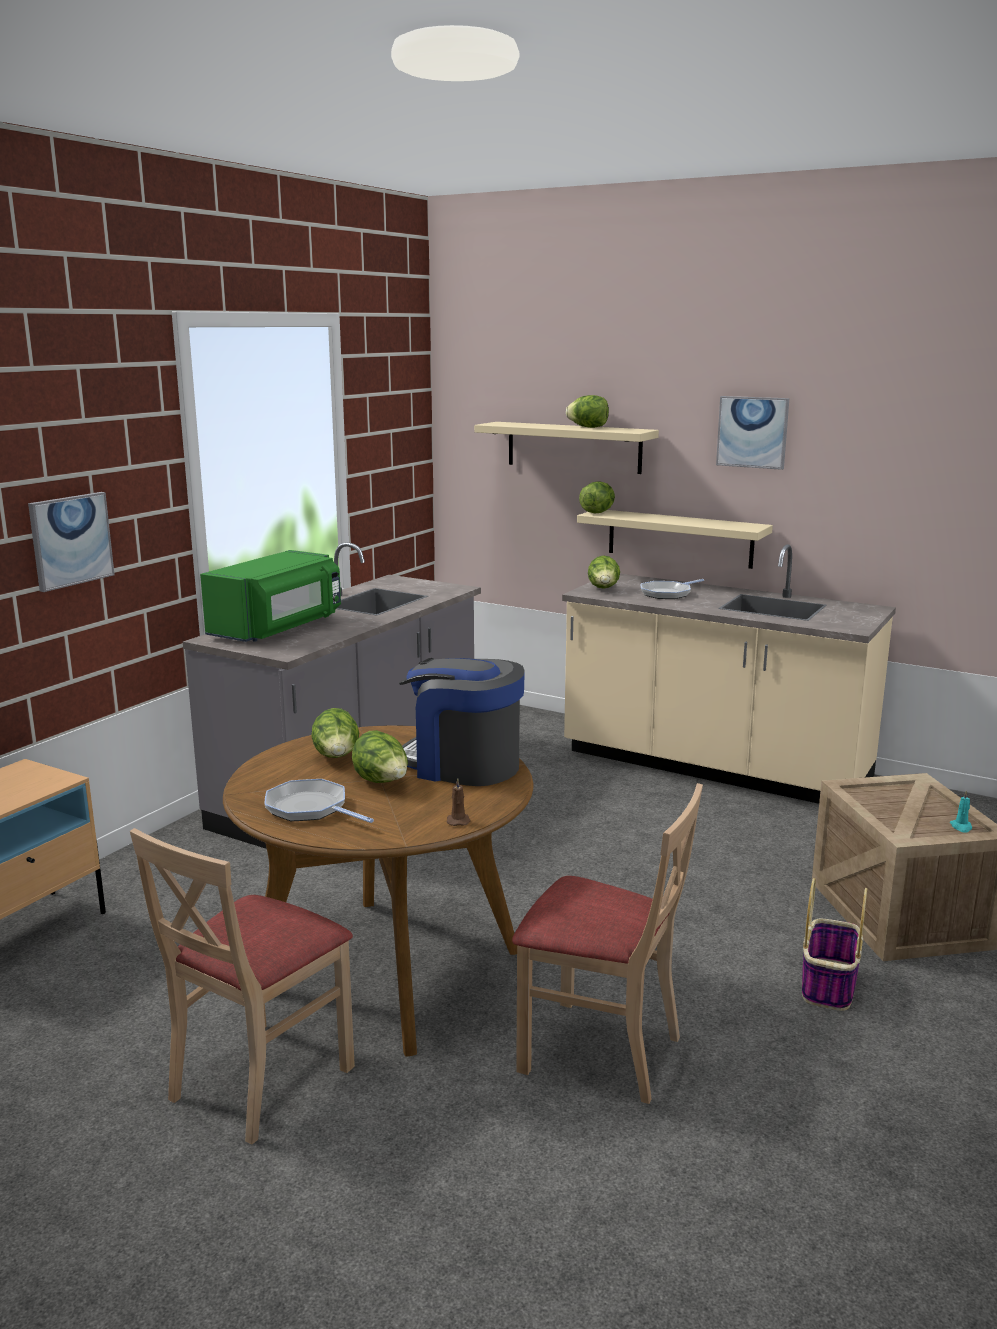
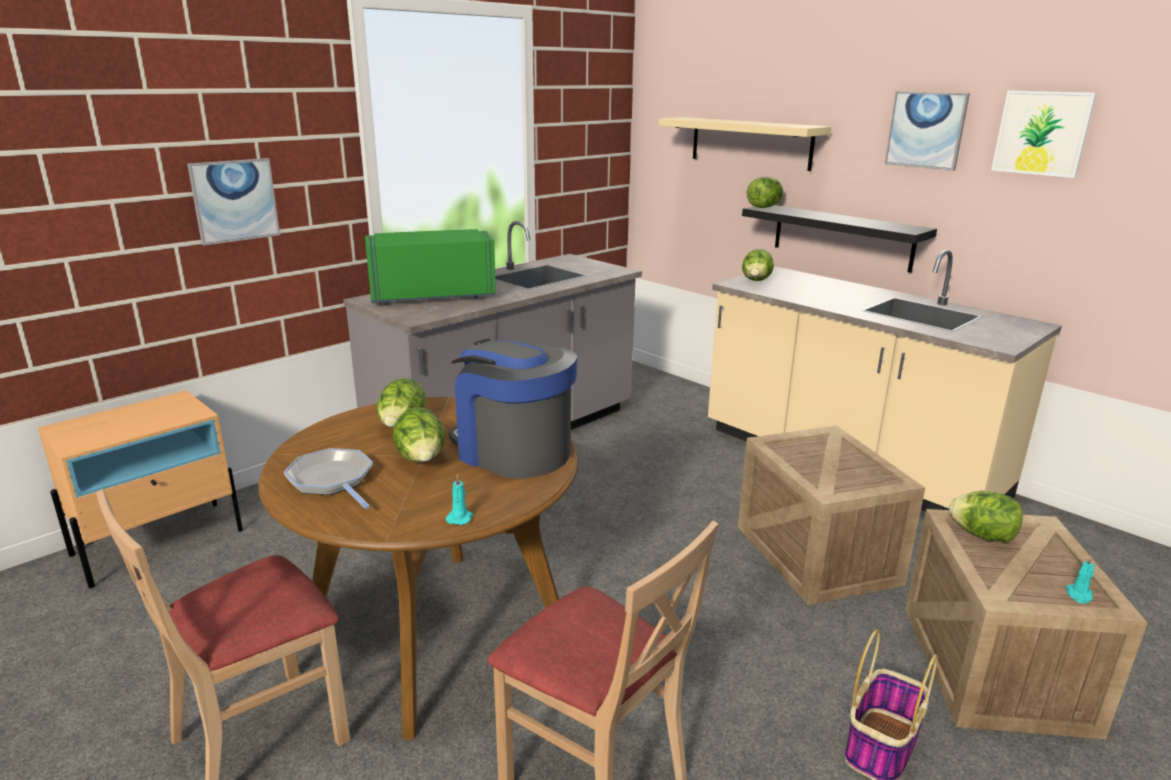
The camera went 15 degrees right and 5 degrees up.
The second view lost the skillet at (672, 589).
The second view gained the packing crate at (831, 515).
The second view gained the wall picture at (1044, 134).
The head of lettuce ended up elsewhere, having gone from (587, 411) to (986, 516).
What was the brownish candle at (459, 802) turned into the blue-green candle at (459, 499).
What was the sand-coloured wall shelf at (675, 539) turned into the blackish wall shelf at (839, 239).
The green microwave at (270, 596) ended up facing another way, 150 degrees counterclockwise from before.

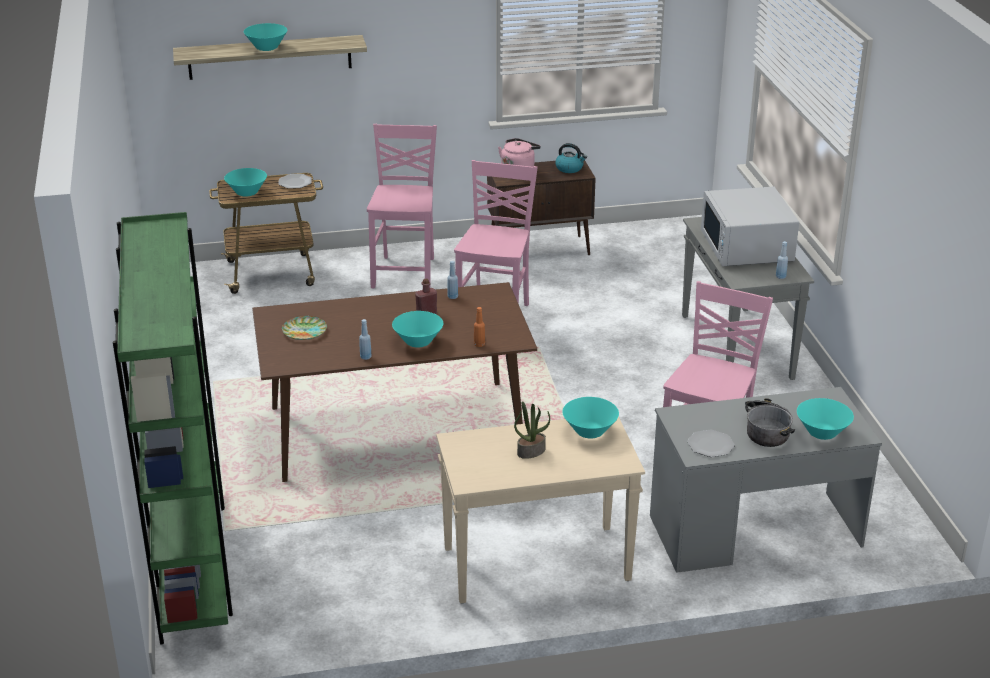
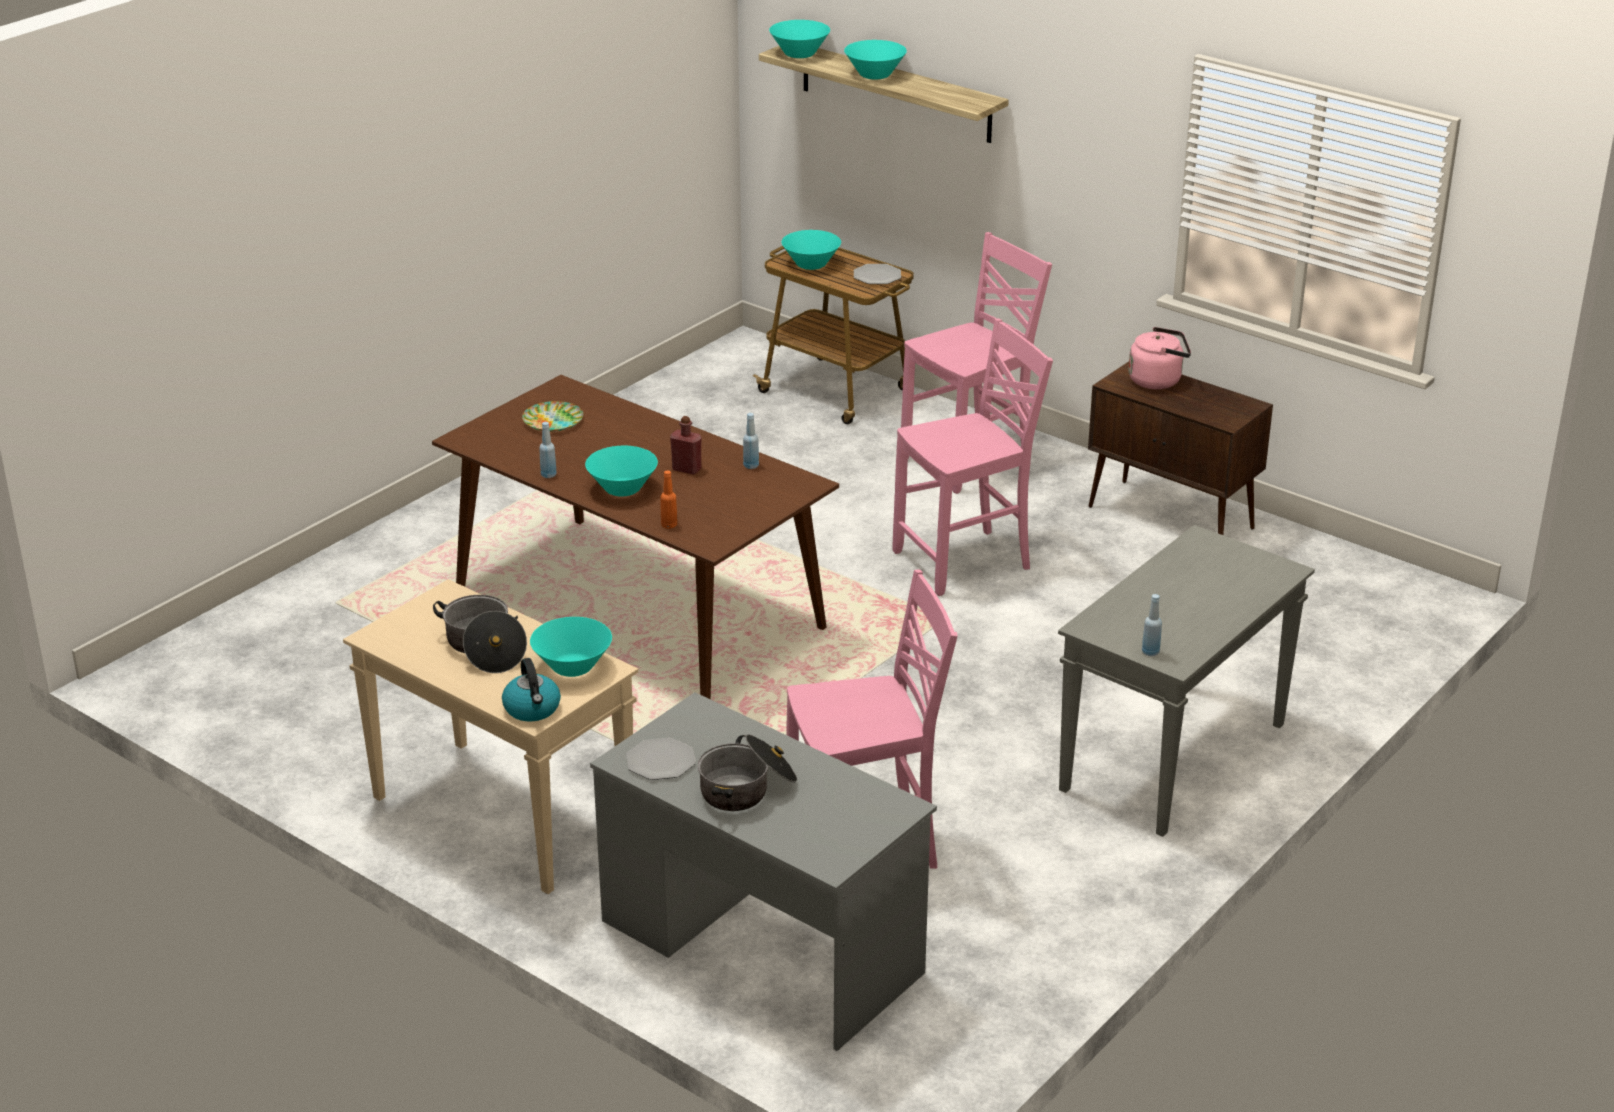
The camera went 50 degrees right and 0 degrees up.
The second view lost the green shelving unit at (173, 428).
The second view lost the white microwave at (750, 226).
The kettle ended up elsewhere, having gone from (571, 158) to (531, 690).
The blue-green bowl ended up elsewhere, having gone from (825, 419) to (799, 39).
Where the houseplant stood at (532, 430), the saucepot came to stand at (480, 634).

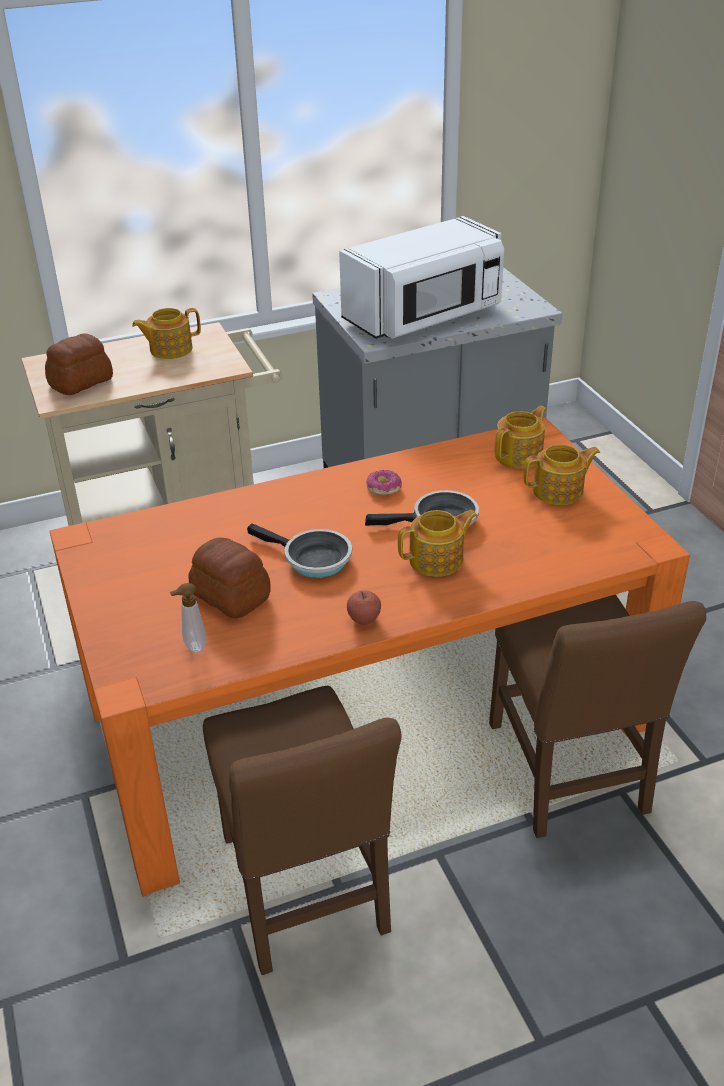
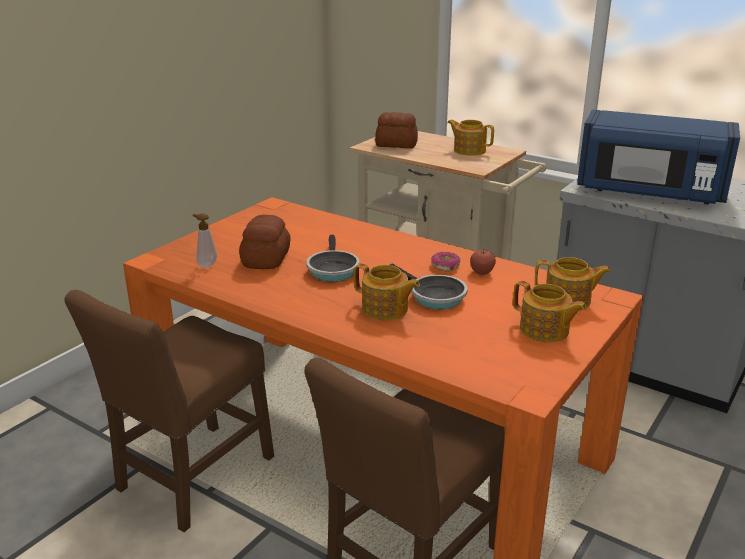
The camera went 55 degrees right and 10 degrees down.
The apple fruit ended up elsewhere, having gone from (364, 607) to (483, 262).
What was the white microwave at (421, 277) turned into the blue microwave at (658, 157).

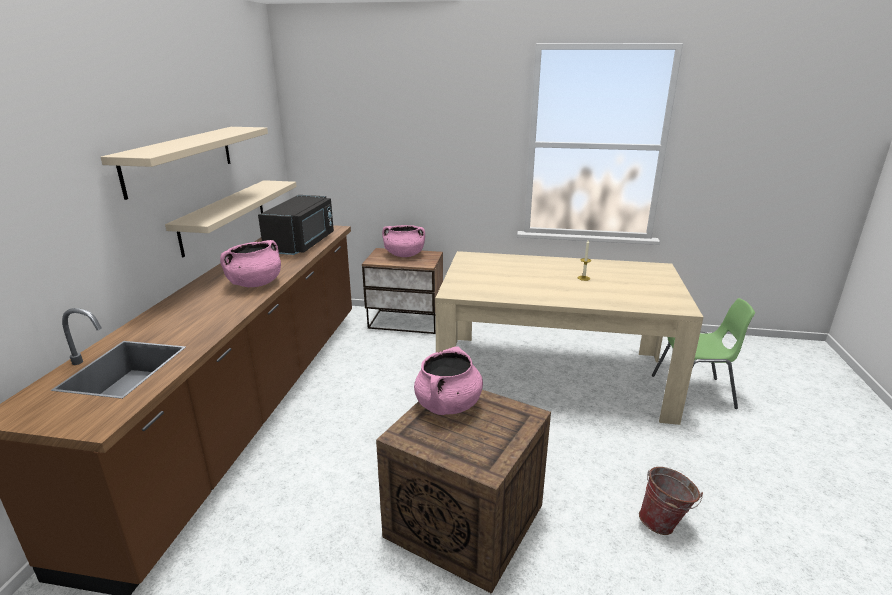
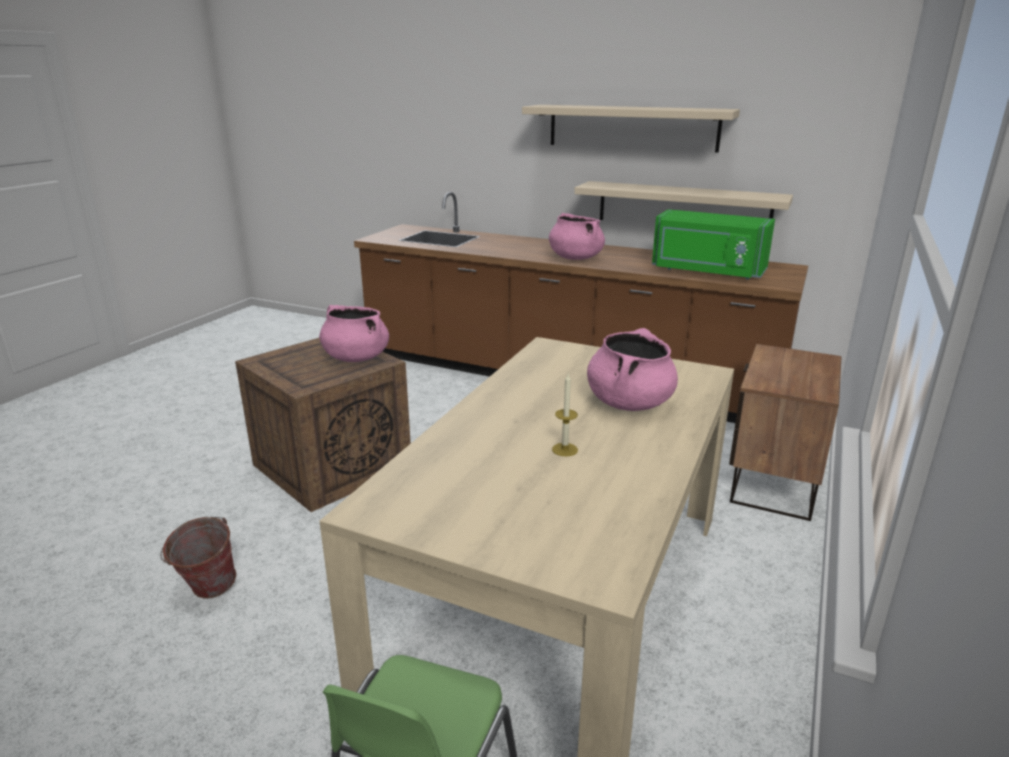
The camera went 105 degrees right and 0 degrees up.
The pink-coloured saucepot ended up elsewhere, having gone from (403, 241) to (632, 369).
What was the blackish microwave at (296, 225) turned into the green microwave at (713, 244).

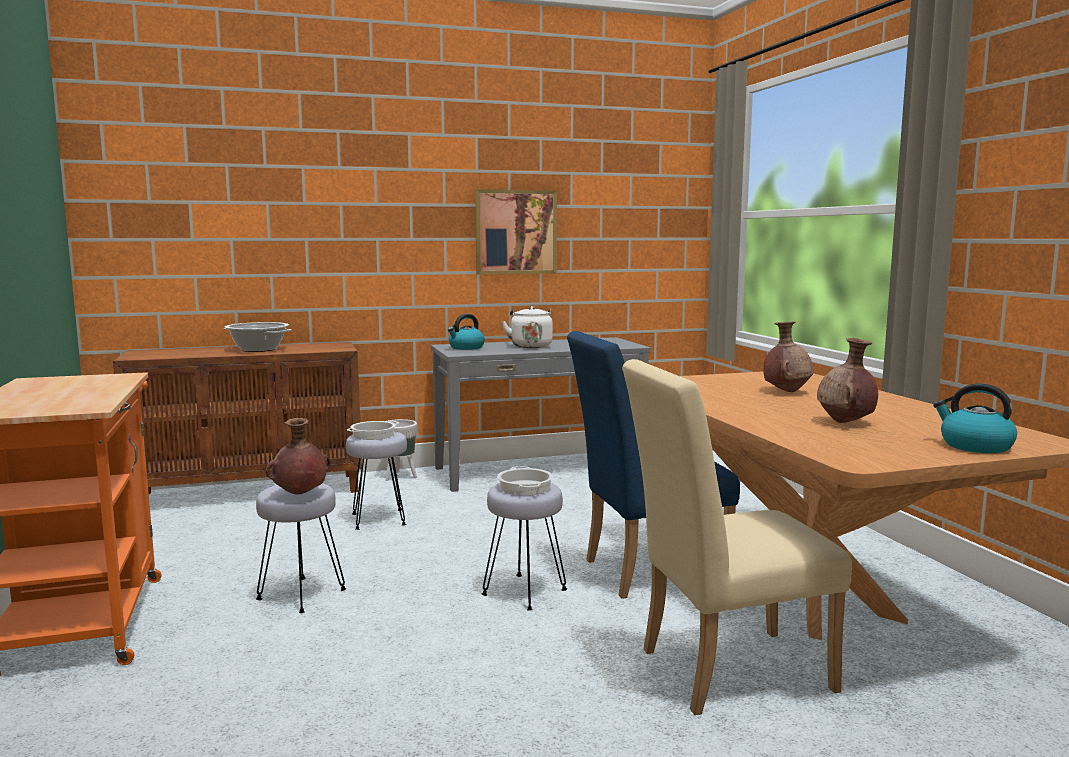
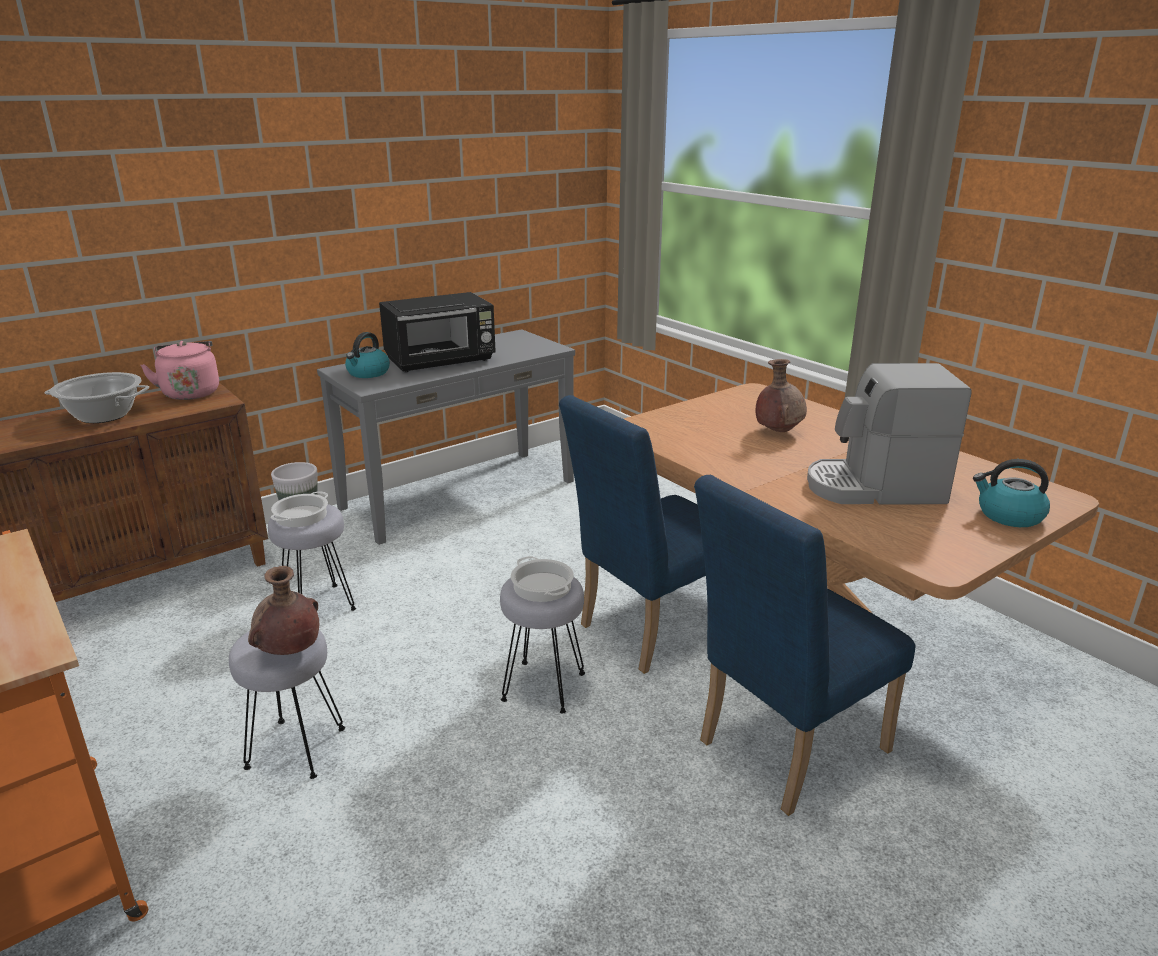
The camera went 20 degrees left and 15 degrees up.
The second view lost the wall picture at (516, 232).
The second view gained the pink-coloured kettle at (179, 370).
Where the white kettle stood at (527, 327), the blackish microwave came to stand at (437, 332).
Where the brownish decorative vase stood at (847, 380), the coffee maker came to stand at (889, 433).
What was the sand-coloured plain chair at (737, 537) turned into the blue plain chair at (804, 645).

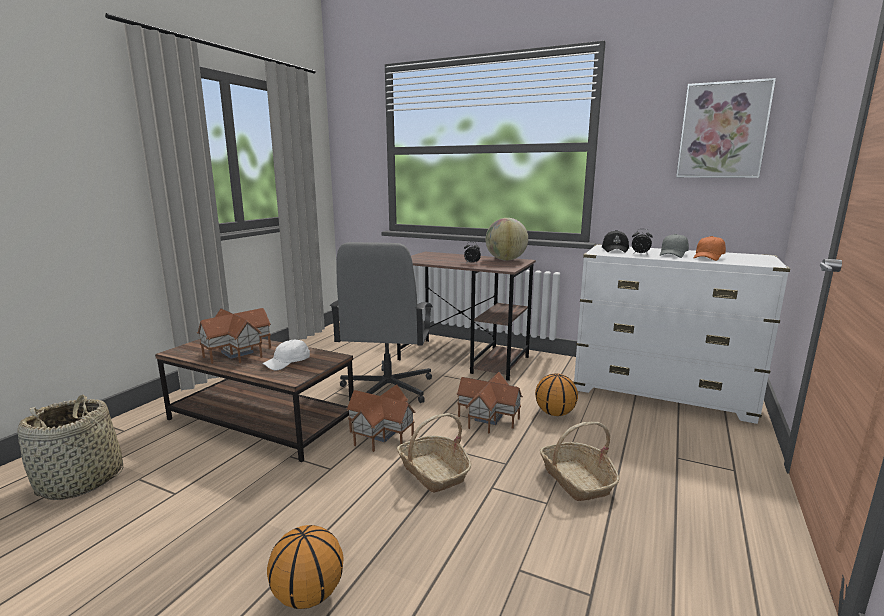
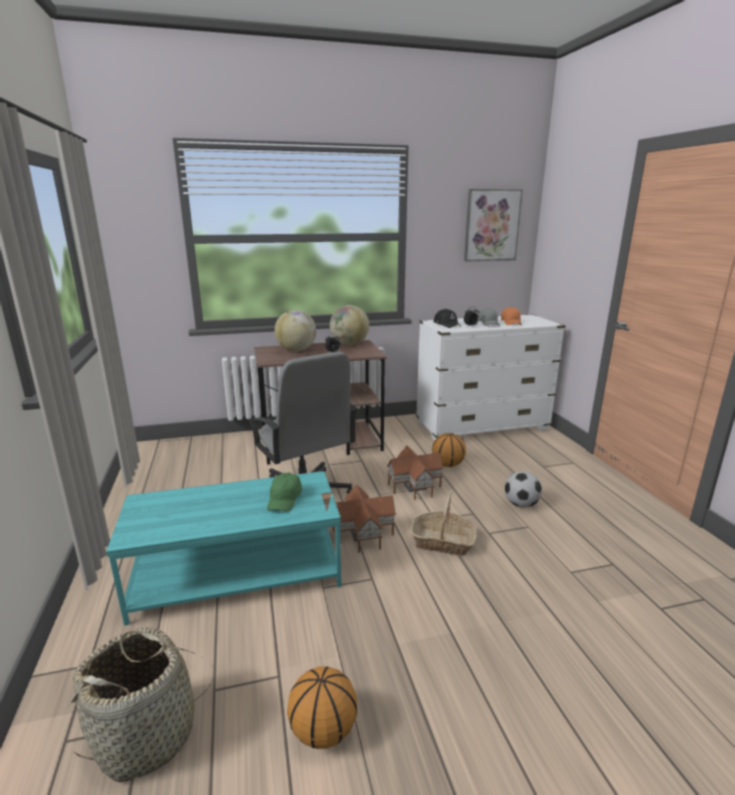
The camera went 40 degrees left and 5 degrees up.
The second view lost the miniature house at (234, 336).
The second view gained the world globe at (295, 331).
The basketball ended up elsewhere, having gone from (305, 567) to (322, 708).
Where the basket stood at (579, 461), the football ball came to stand at (523, 489).
What was the brownish low table at (254, 400) turned into the blue-green low table at (223, 548).
What was the white baseball cap at (286, 355) turned into the green baseball cap at (284, 492).

